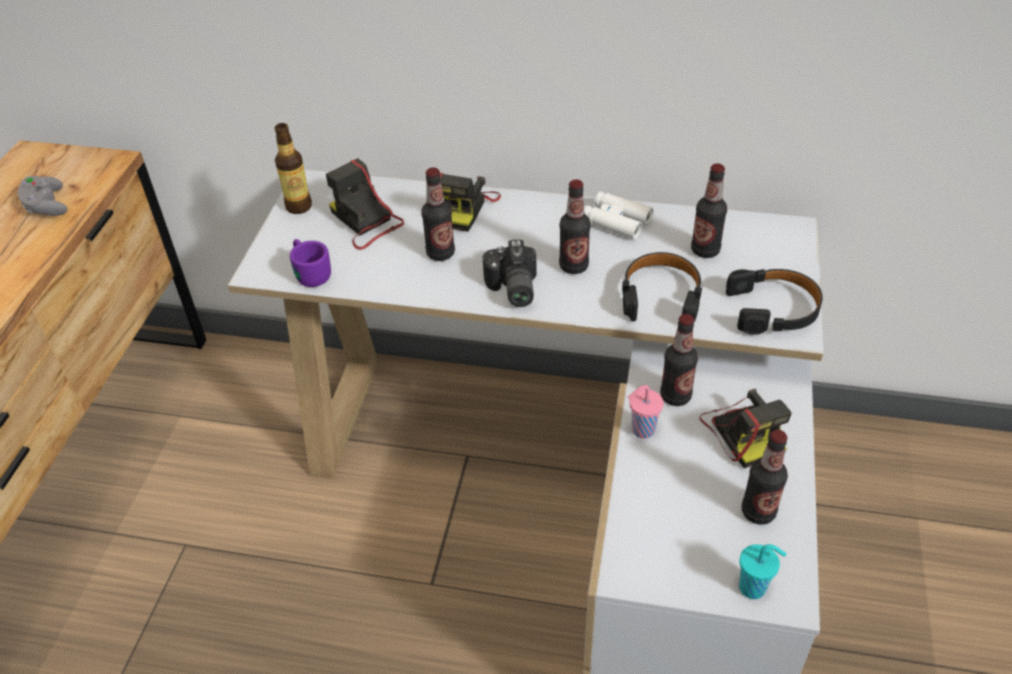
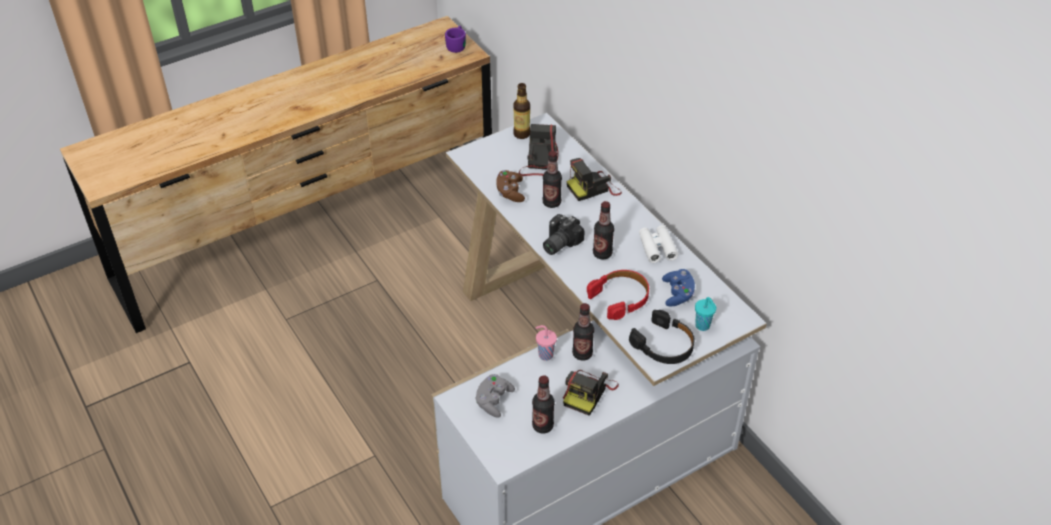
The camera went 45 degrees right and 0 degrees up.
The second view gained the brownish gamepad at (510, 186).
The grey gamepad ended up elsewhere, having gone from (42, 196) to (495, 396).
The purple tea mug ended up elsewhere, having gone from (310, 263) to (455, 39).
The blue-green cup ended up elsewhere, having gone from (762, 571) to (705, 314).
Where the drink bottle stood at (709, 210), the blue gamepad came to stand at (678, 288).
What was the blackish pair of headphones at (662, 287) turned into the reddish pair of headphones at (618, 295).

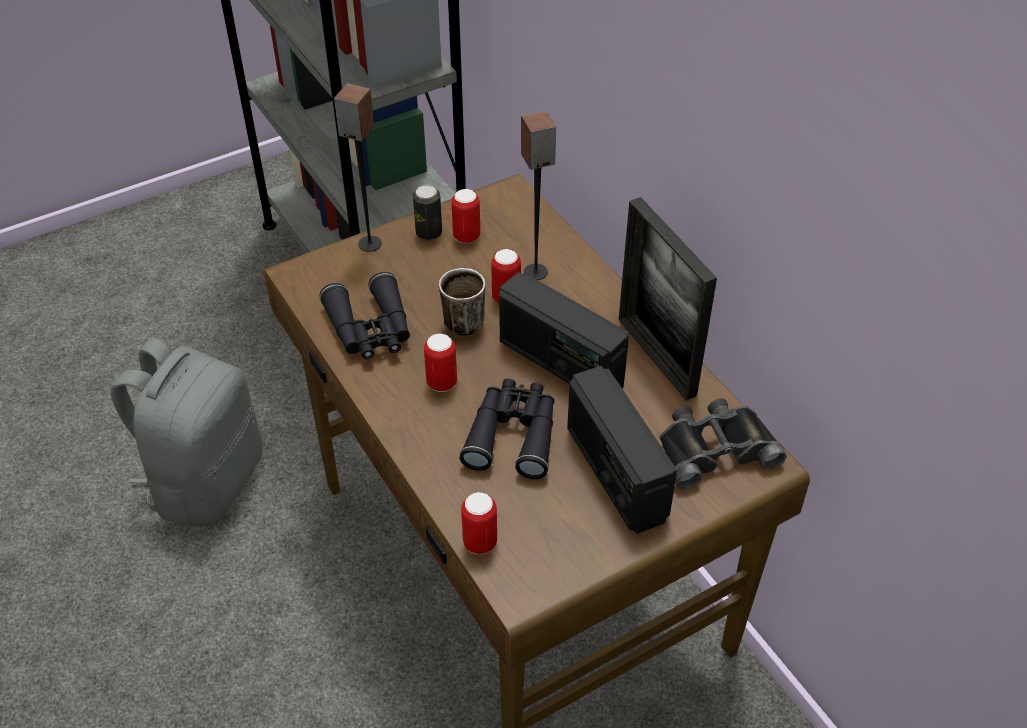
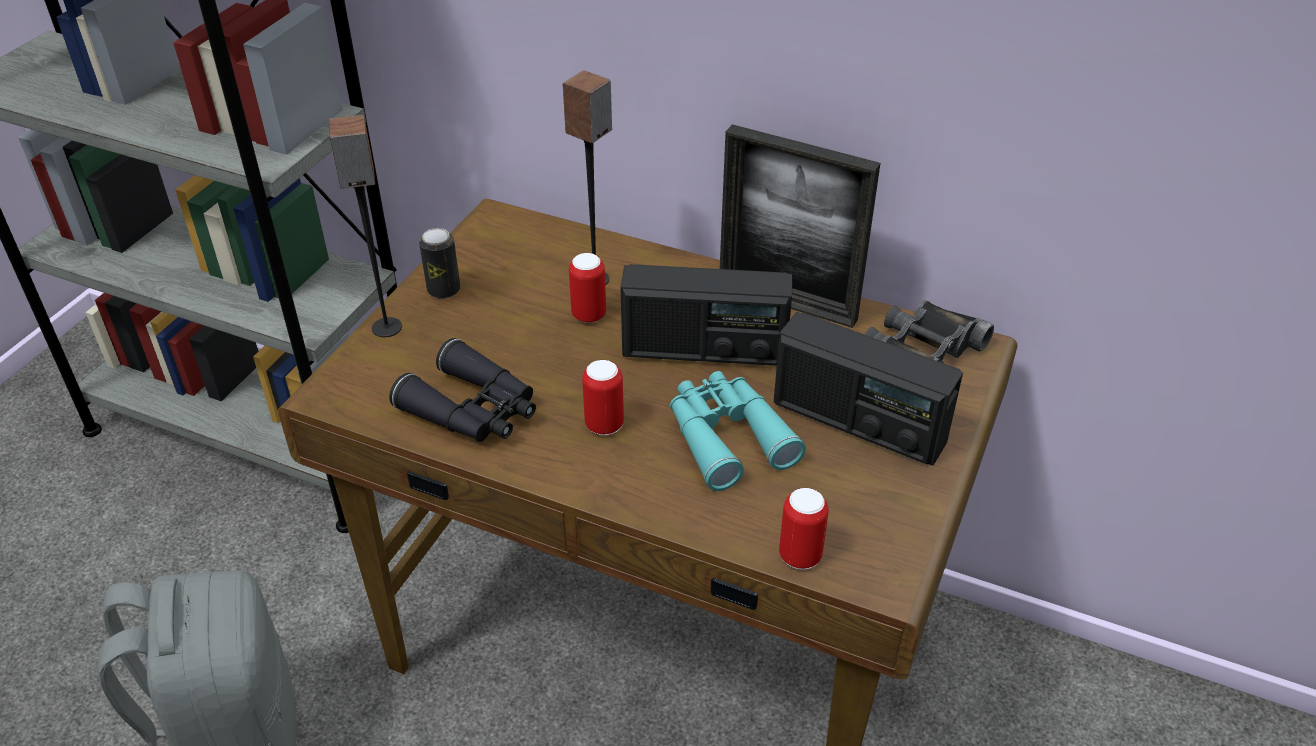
The camera went 35 degrees left and 5 degrees down.
The second view lost the tea mug at (462, 302).
The second view lost the metal can at (465, 216).
What was the blackish pair of binoculars at (507, 428) turned into the blue-green pair of binoculars at (738, 431).

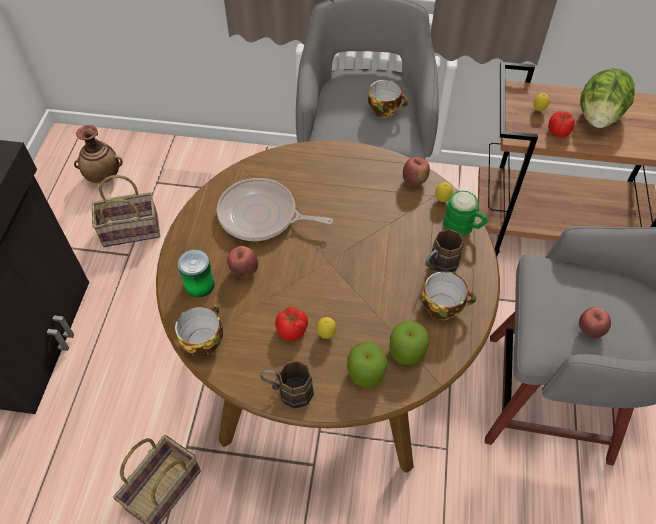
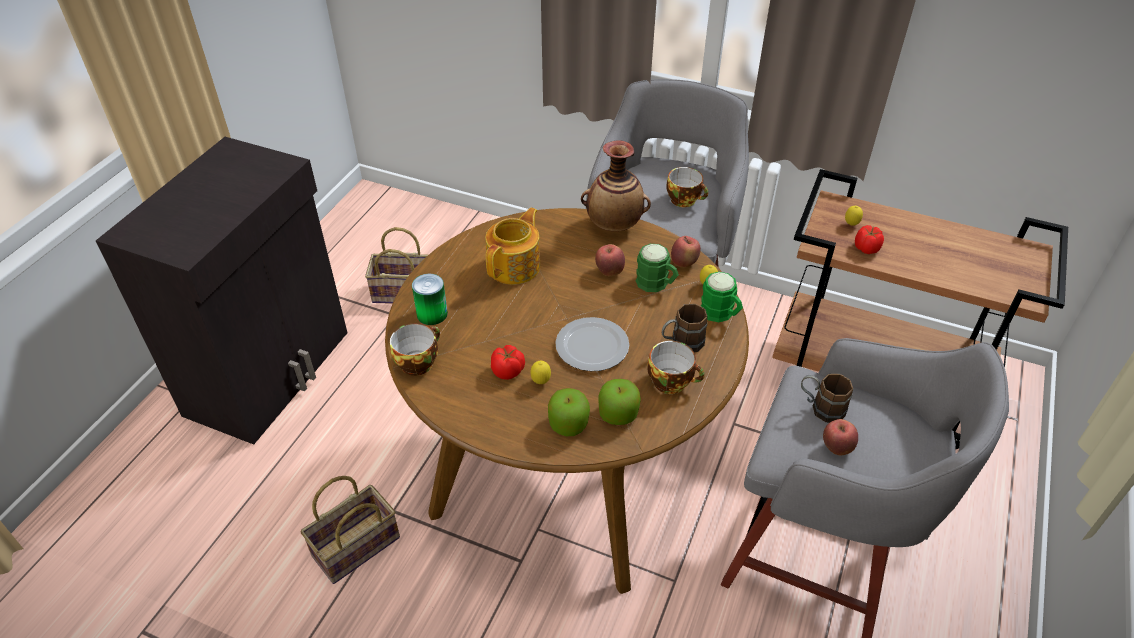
The camera went 15 degrees right and 10 degrees down.
The second view lost the head of lettuce at (607, 98).
The second view gained the dinner plate at (592, 344).
The second view gained the green tea mug at (657, 268).
The decorative vase ended up elsewhere, having gone from (98, 154) to (616, 185).
The apple fruit ended up elsewhere, having gone from (242, 262) to (610, 260).
The brownish tea mug ended up elsewhere, having gone from (287, 384) to (827, 398).
Where the skillet stood at (275, 209), the teapot came to stand at (512, 246).

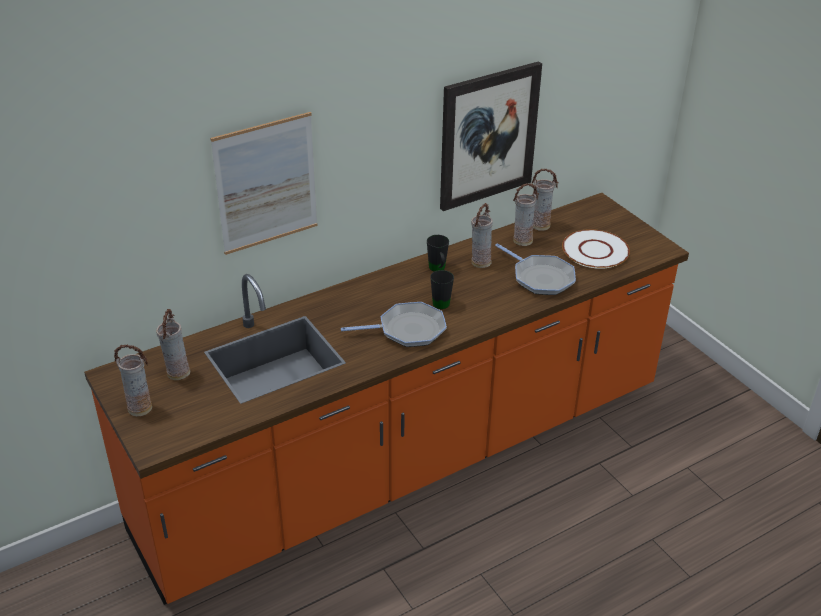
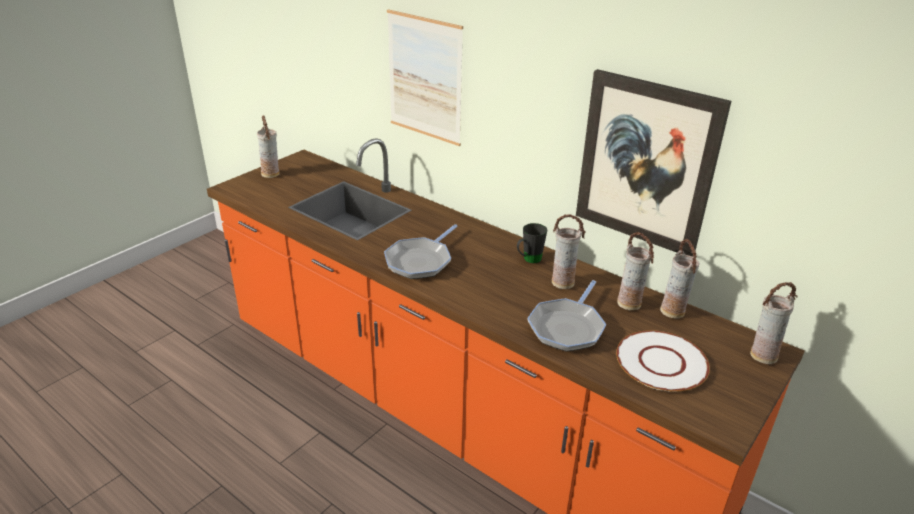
The camera went 70 degrees right and 5 degrees down.
The second view lost the blackish tea mug at (442, 289).
The decorative vase ended up elsewhere, having gone from (173, 344) to (774, 323).
The skillet at (394, 324) ended up facing another way, 60 degrees clockwise from before.

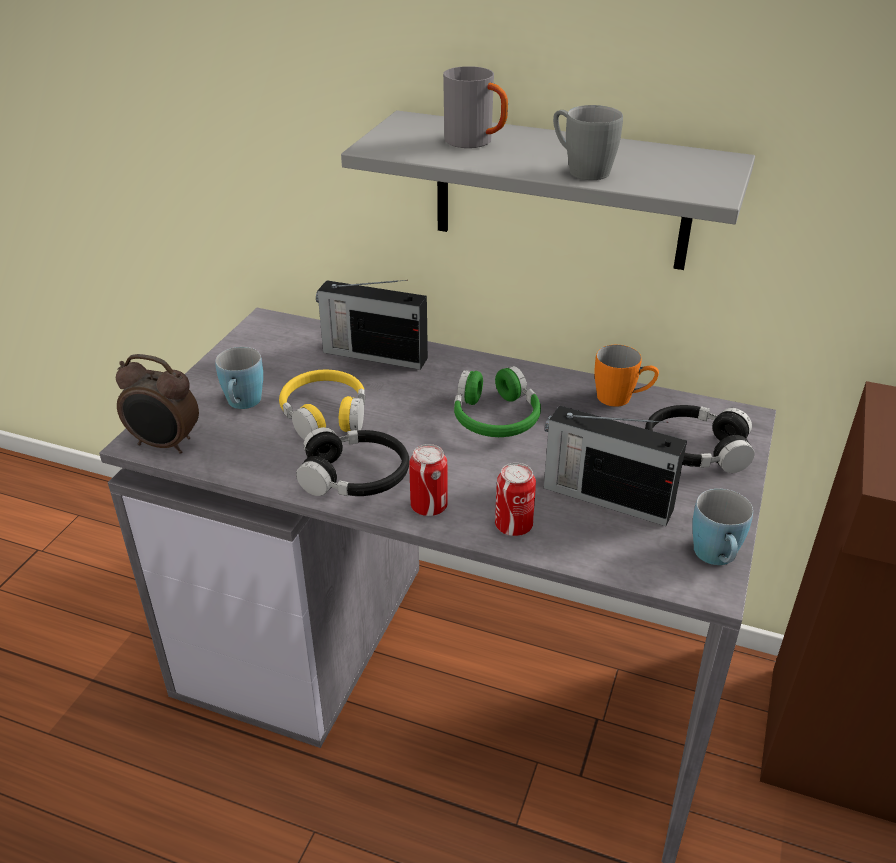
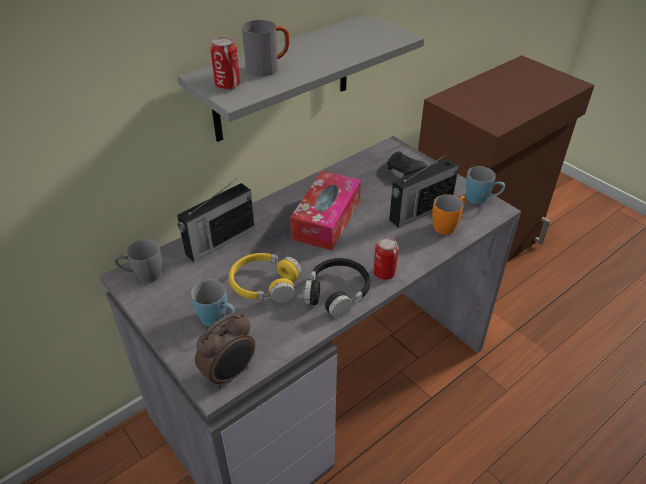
The camera went 60 degrees left and 5 degrees up.
The metal can ended up elsewhere, having gone from (515, 499) to (225, 63).
The grey tea mug ended up elsewhere, having gone from (588, 142) to (138, 261).
The orangey tea mug ended up elsewhere, having gone from (626, 376) to (449, 214).
Where the green pair of headphones stood at (497, 401), the tissue holder came to stand at (325, 210).
Where the blackish pair of headphones stood at (700, 439), the blackish gamepad came to stand at (407, 164).

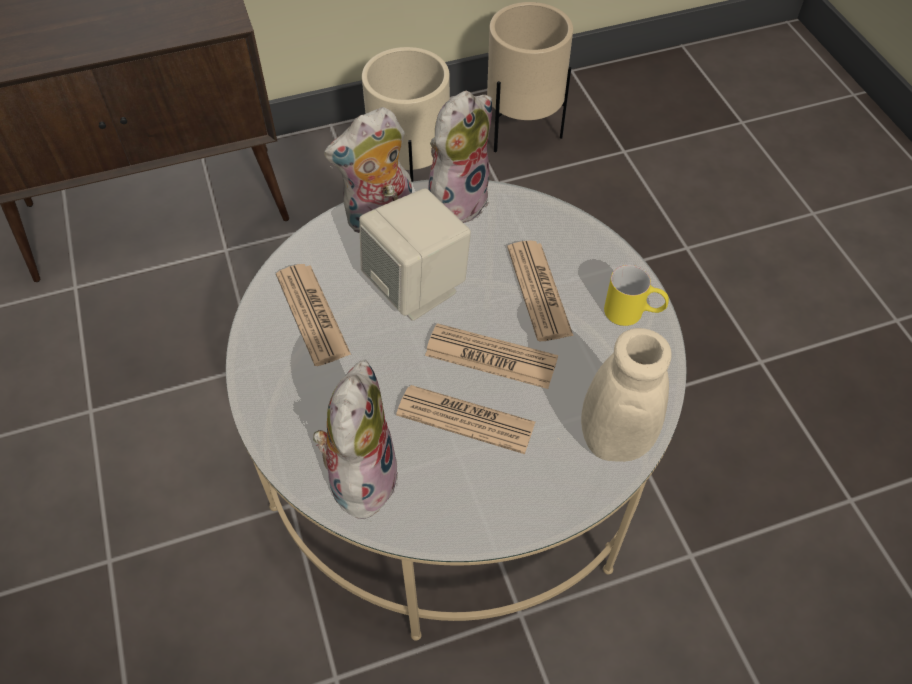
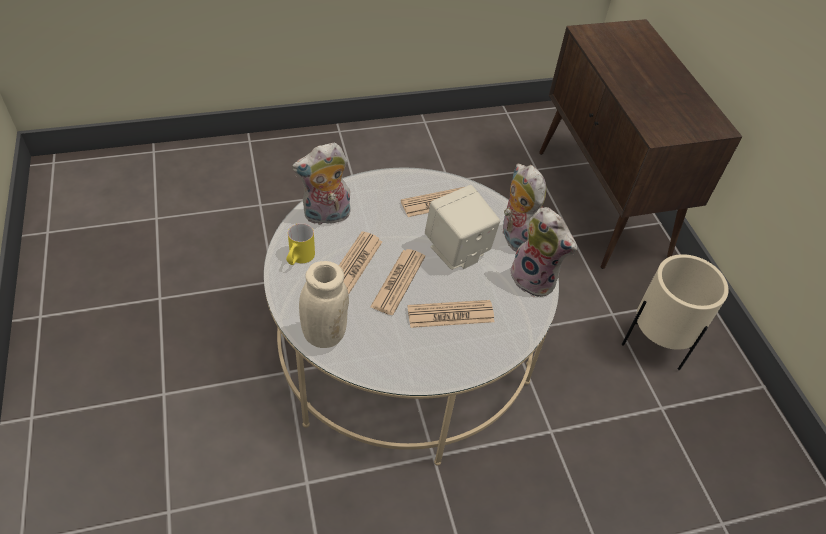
The camera went 90 degrees right and 5 degrees down.
The second view lost the sand-coloured plant pot at (530, 77).
The yellow-coloured tea mug ended up elsewhere, having gone from (636, 295) to (300, 244).
The cuddly toy at (355, 440) ended up facing another way, 150 degrees clockwise from before.

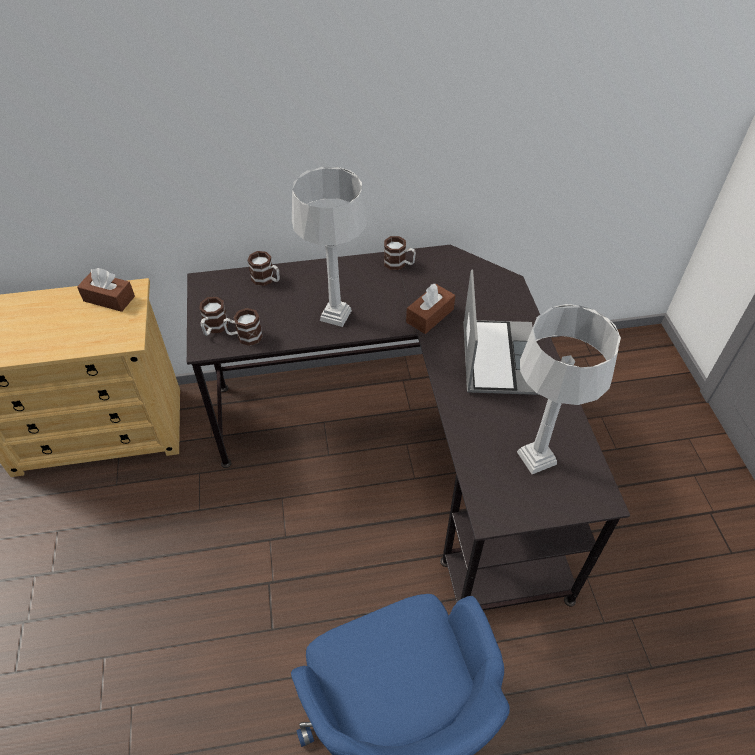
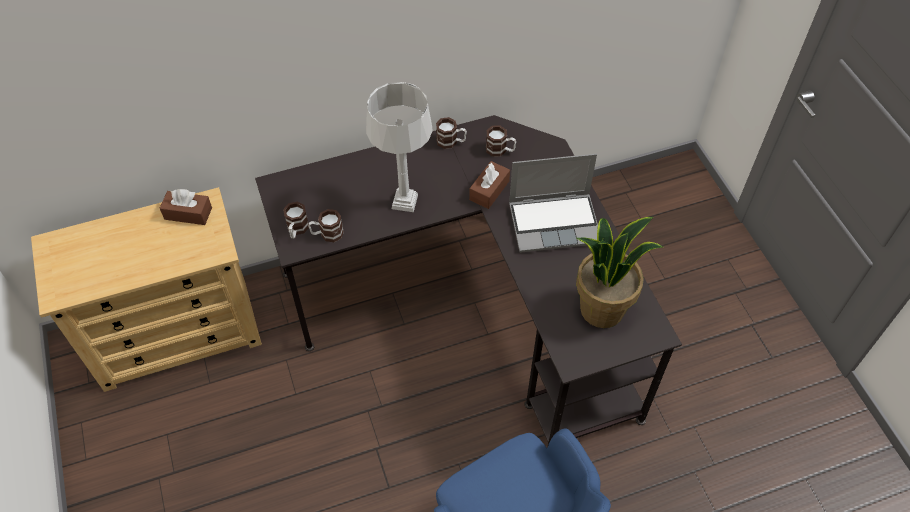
The camera went 10 degrees left and 5 degrees up.
The tea mug ended up elsewhere, having gone from (263, 268) to (501, 141).
Where the grey lamp for a table stood at (569, 389), the houseplant came to stand at (619, 272).
The portable computer at (501, 332) ended up facing another way, 90 degrees clockwise from before.

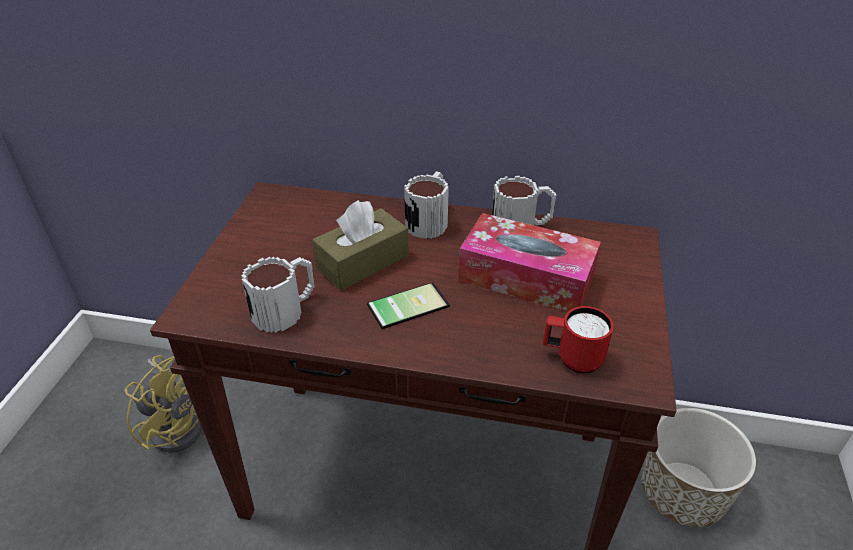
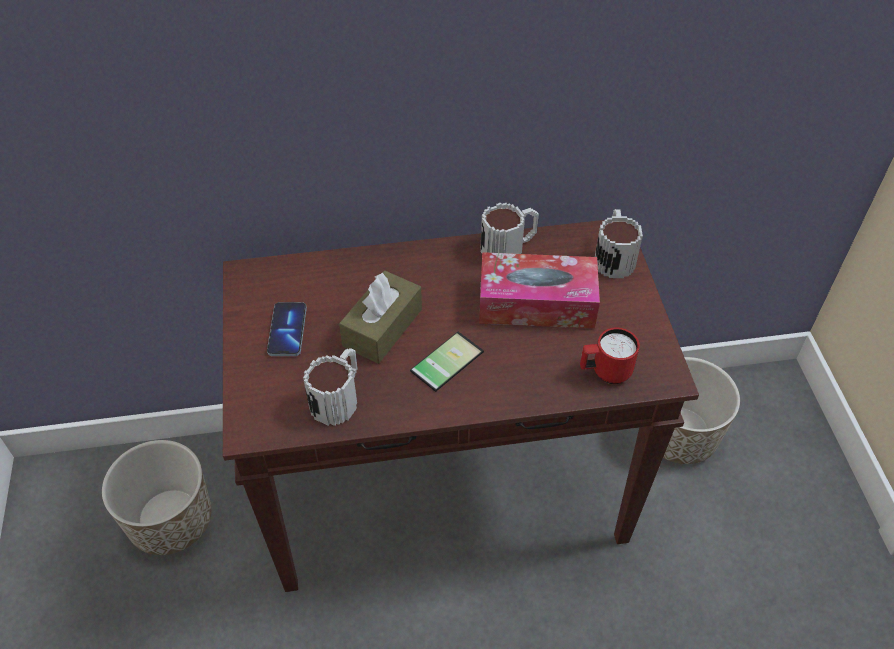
The camera went 20 degrees left and 10 degrees up.
The second view gained the phone at (287, 329).
The tea mug ended up elsewhere, having gone from (426, 205) to (619, 243).
Where the yellow-coloured cooling fan stood at (163, 404), the plant pot came to stand at (157, 497).

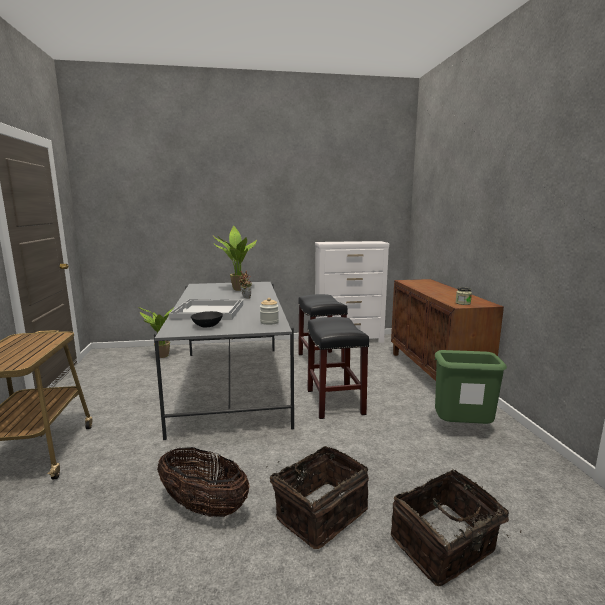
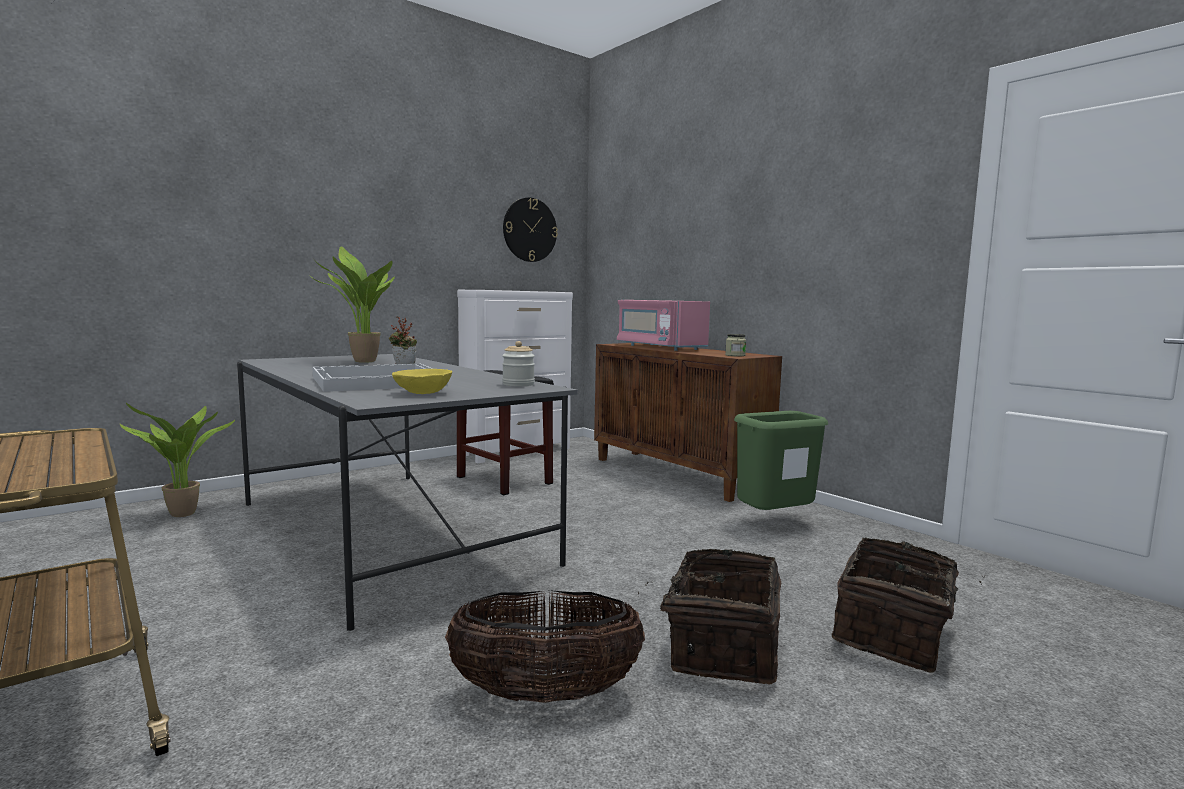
The camera went 30 degrees left and 5 degrees down.
The second view lost the blackish stool seat at (338, 368).
The second view gained the hanging clock at (530, 230).
The second view gained the pink-coloured microwave at (663, 325).
What was the blackish bowl at (207, 319) turned into the yellow-coloured bowl at (422, 381).

